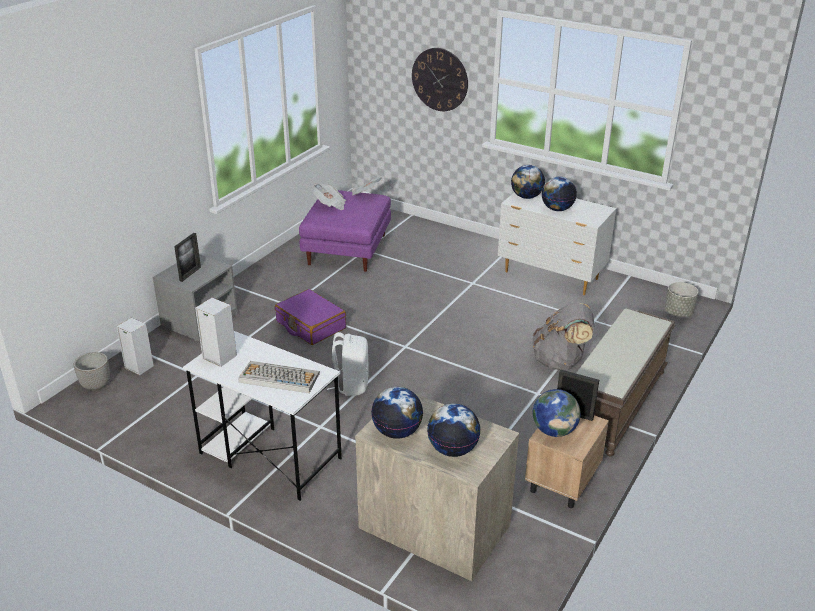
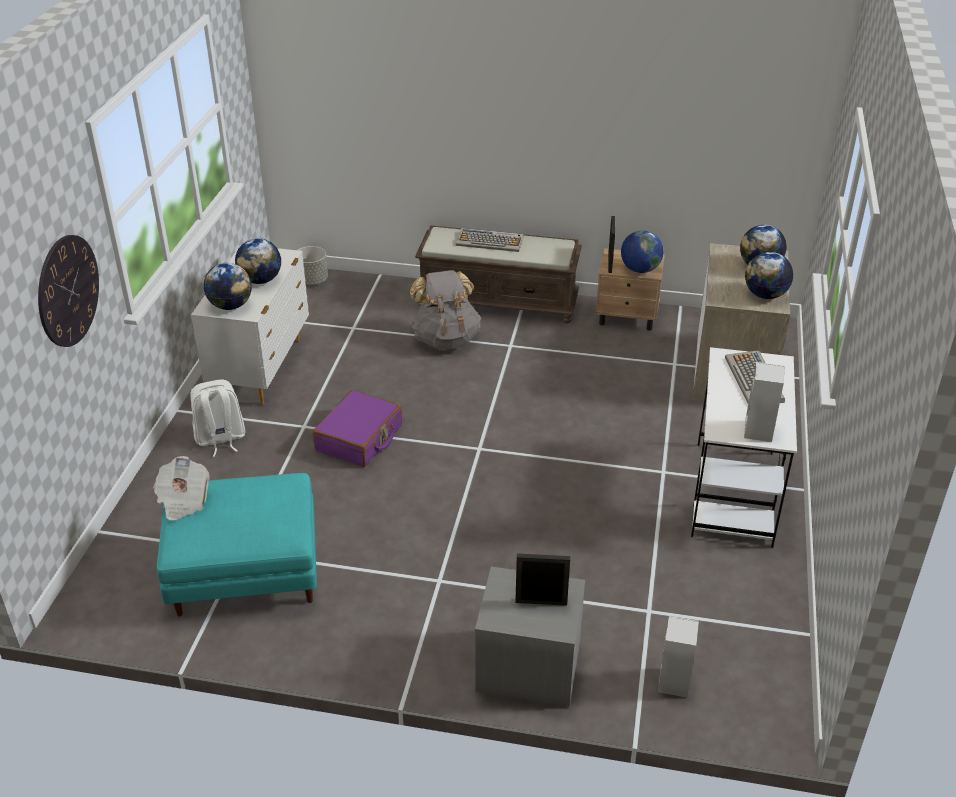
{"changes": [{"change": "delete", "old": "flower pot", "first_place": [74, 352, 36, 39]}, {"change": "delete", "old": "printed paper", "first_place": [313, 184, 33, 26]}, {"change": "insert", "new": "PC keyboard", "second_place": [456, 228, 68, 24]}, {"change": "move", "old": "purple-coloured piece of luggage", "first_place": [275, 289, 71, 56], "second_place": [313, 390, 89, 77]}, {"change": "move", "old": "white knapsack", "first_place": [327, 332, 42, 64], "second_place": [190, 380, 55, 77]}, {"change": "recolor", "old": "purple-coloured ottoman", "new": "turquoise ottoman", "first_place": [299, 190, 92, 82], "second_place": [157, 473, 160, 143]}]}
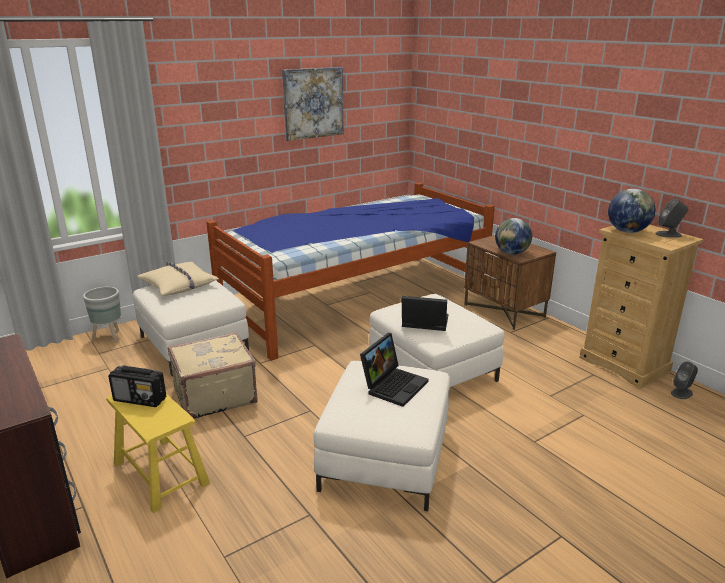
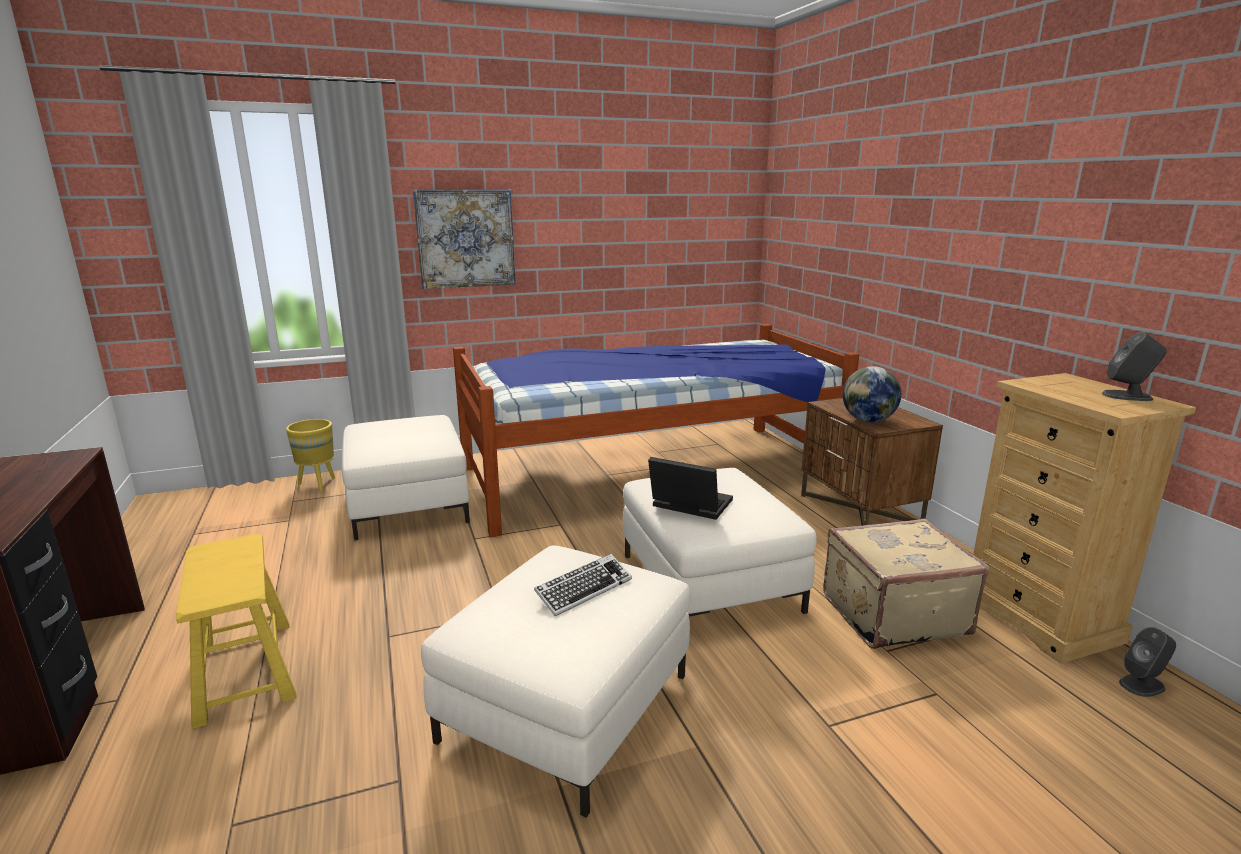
{"changes": [{"change": "delete", "old": "radio set", "first_place": [108, 365, 58, 42]}, {"change": "delete", "old": "beige-coloured throw pillow", "first_place": [137, 262, 82, 34]}, {"change": "delete", "old": "desk globe", "first_place": [608, 189, 47, 44]}, {"change": "move", "old": "beige-coloured piece of luggage", "first_place": [168, 332, 90, 87], "second_place": [823, 519, 166, 130]}, {"change": "move", "old": "picture", "first_place": [282, 67, 61, 74], "second_place": [413, 190, 102, 99]}, {"change": "replace", "old": "portable computer", "new": "PC keyboard", "first_place": [360, 333, 69, 74], "second_place": [534, 554, 98, 62]}, {"change": "recolor", "old": "greyish flower pot", "new": "yellow-coloured flower pot", "first_place": [83, 287, 38, 56], "second_place": [286, 419, 49, 72]}]}
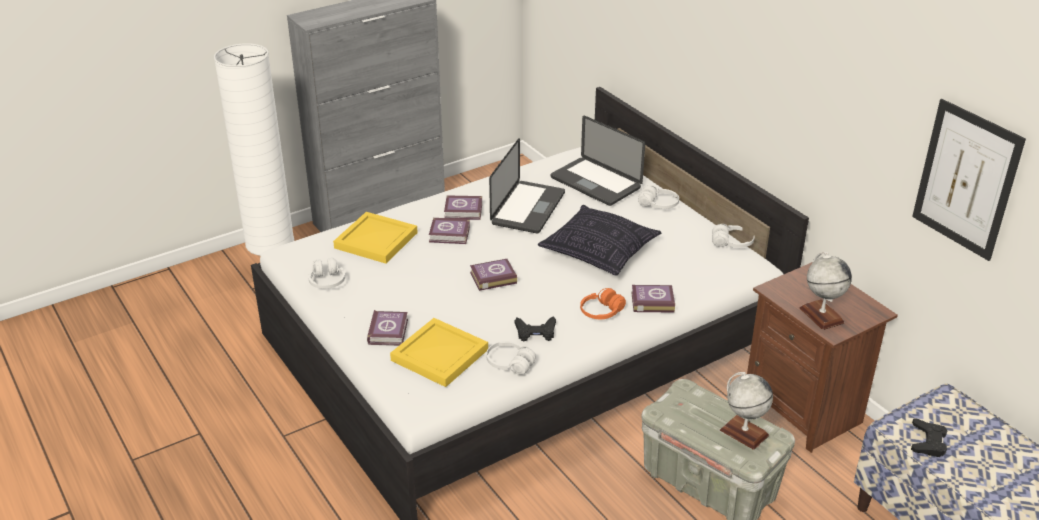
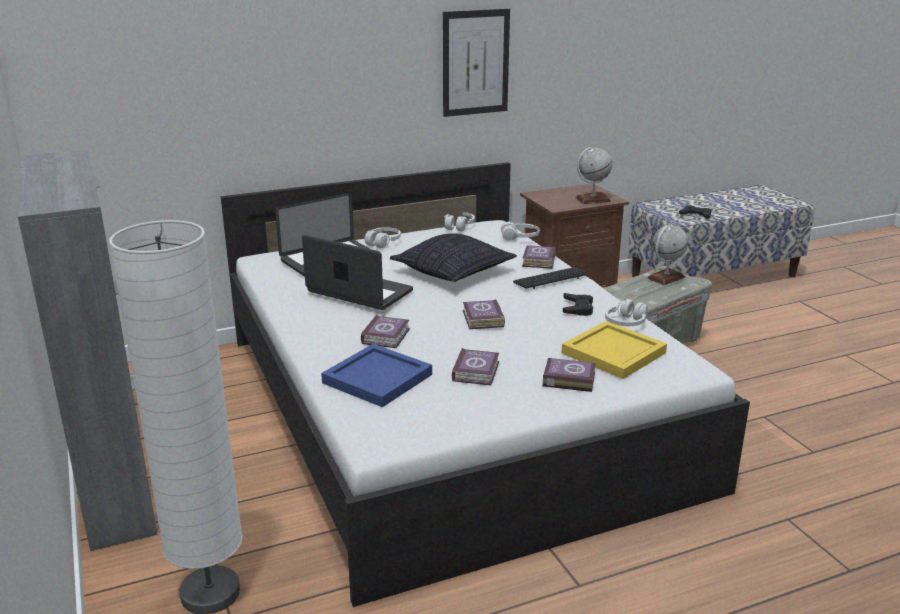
{"changes": [{"change": "move", "old": "white headset", "first_place": [308, 258, 37, 31], "second_place": [501, 221, 39, 20]}, {"change": "move", "old": "bound book", "first_place": [444, 195, 38, 25], "second_place": [452, 348, 47, 37]}, {"change": "move", "old": "picture", "first_place": [912, 99, 114, 162], "second_place": [443, 9, 67, 108]}, {"change": "replace", "old": "orange headset", "new": "PC keyboard", "first_place": [580, 288, 46, 31], "second_place": [513, 267, 75, 22]}, {"change": "recolor", "old": "yellow-coloured serving tray", "new": "blue-coloured serving tray", "first_place": [333, 212, 85, 52], "second_place": [321, 344, 111, 63]}]}
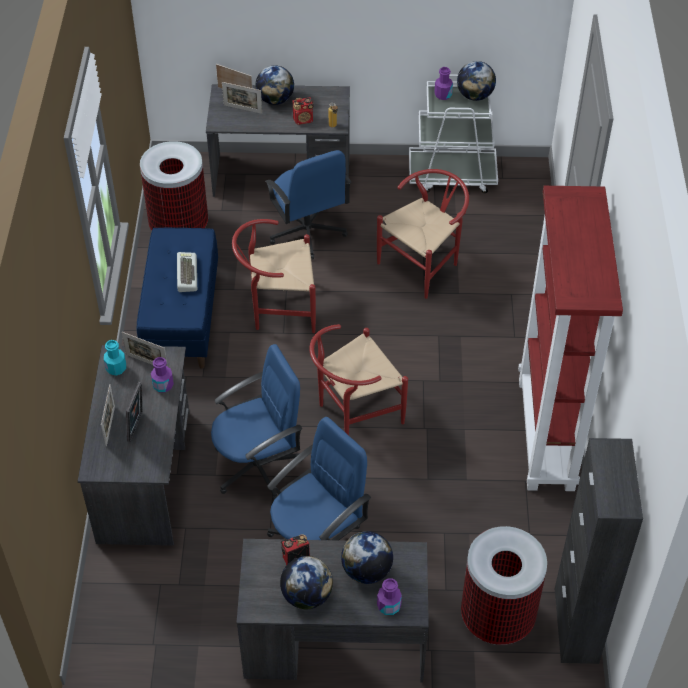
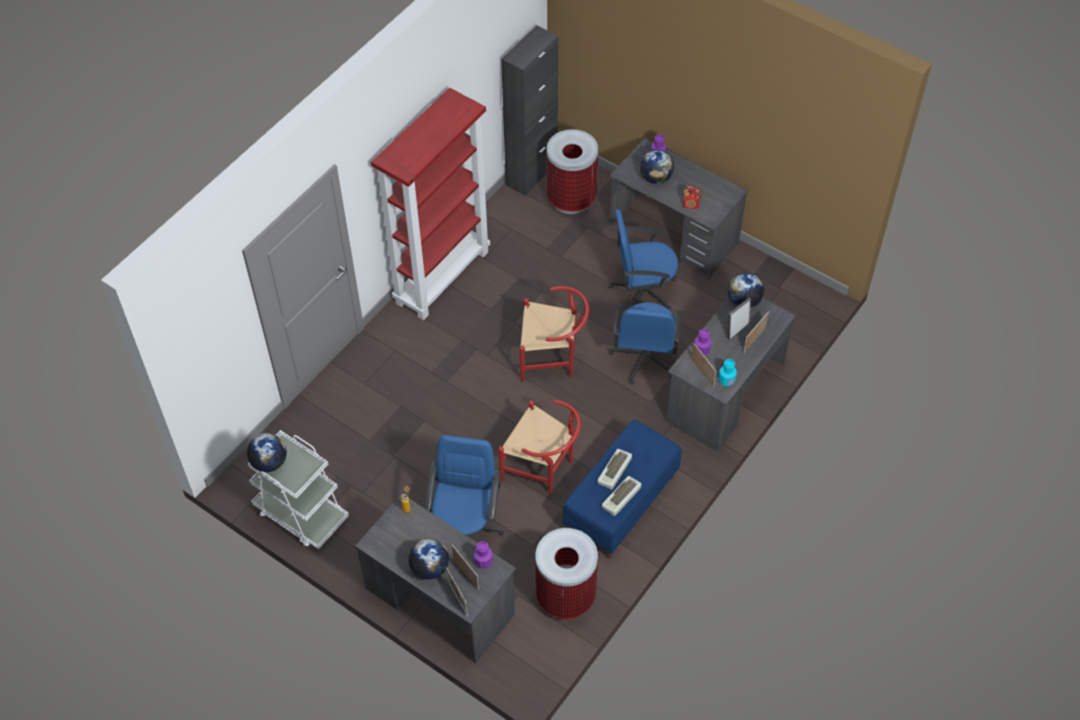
{"changes": [{"change": "delete", "old": "radio set", "first_place": [293, 97, 21, 28]}, {"change": "delete", "old": "reddish chair", "first_place": [377, 169, 92, 130]}, {"change": "insert", "new": "PC keyboard", "second_place": [602, 476, 39, 40]}, {"change": "move", "old": "desk globe", "first_place": [280, 556, 53, 53], "second_place": [728, 272, 36, 36]}, {"change": "move", "old": "purple-coloured drink bottle", "first_place": [434, 67, 19, 33], "second_place": [474, 541, 19, 28]}, {"change": "rotate", "old": "blue-coloured computer chair", "first_place": [211, 344, 92, 156], "second_place": [609, 302, 73, 82], "degrees": -90}]}
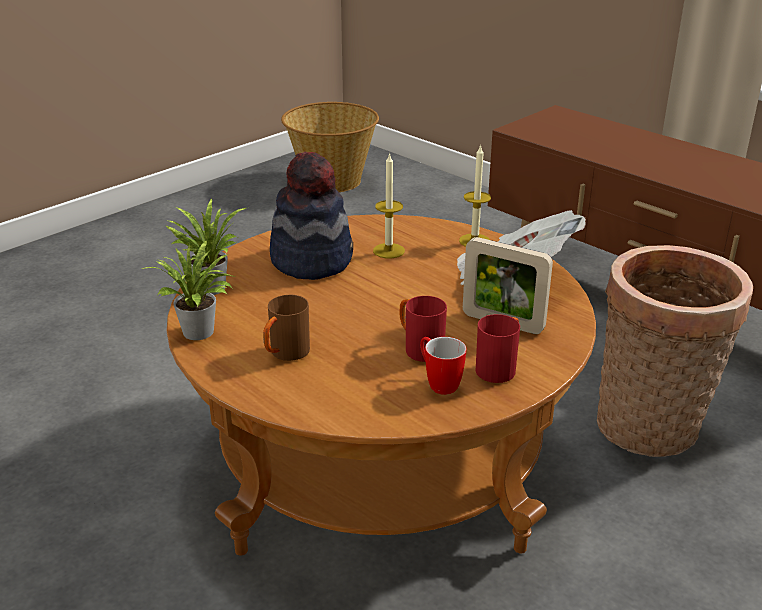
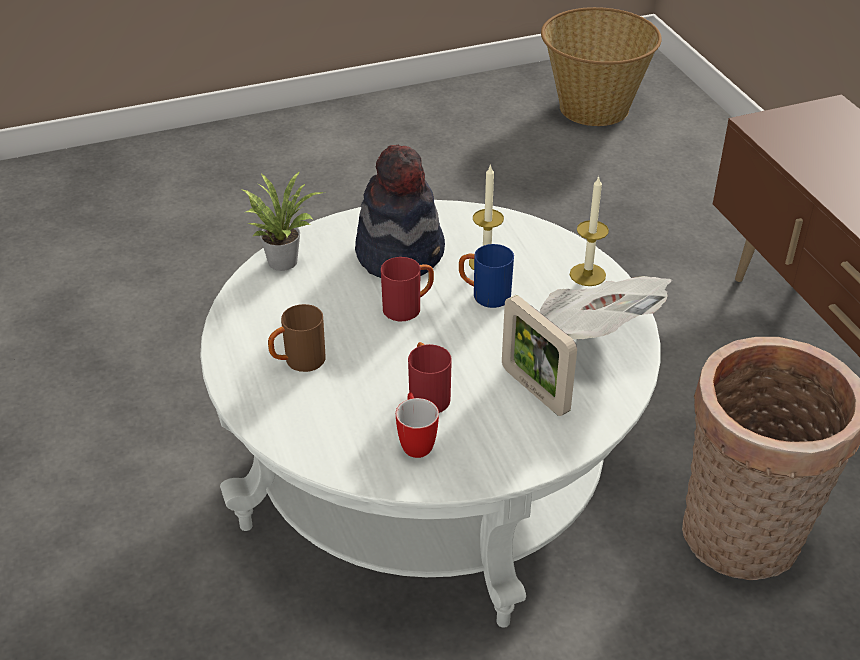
{"changes": [{"change": "delete", "old": "potted plant", "first_place": [142, 240, 94, 100]}, {"change": "insert", "new": "blue-coloured mug", "second_place": [459, 244, 55, 64]}, {"change": "move", "old": "reddish mug", "first_place": [476, 314, 44, 69], "second_place": [381, 257, 53, 64]}, {"change": "recolor", "old": "brownish coffee table", "new": "white coffee table", "first_place": [167, 214, 429, 342], "second_place": [200, 200, 460, 428]}]}
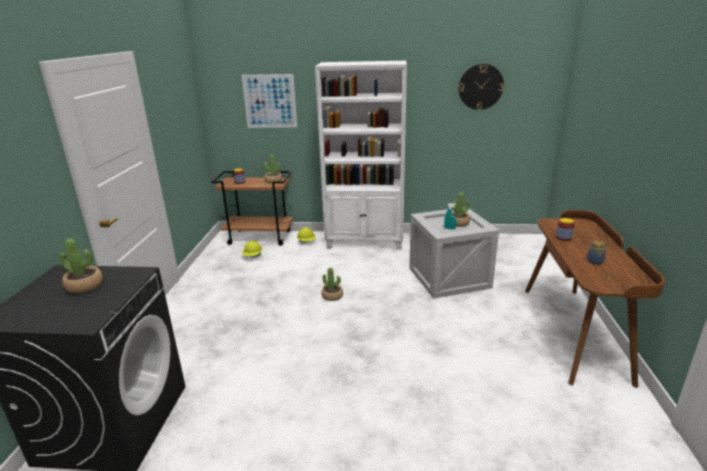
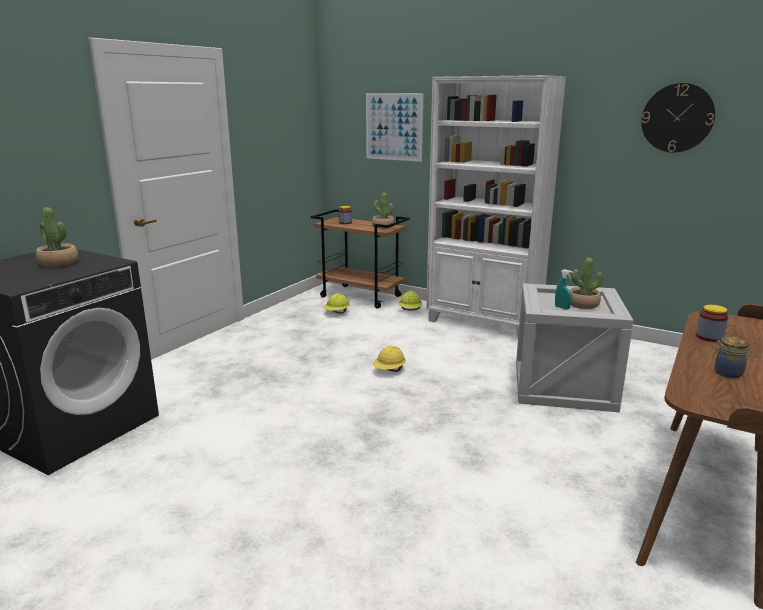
{"changes": [{"change": "replace", "old": "potted plant", "new": "yellow-coloured work helmet", "first_place": [321, 267, 22, 34], "second_place": [373, 346, 33, 26]}]}
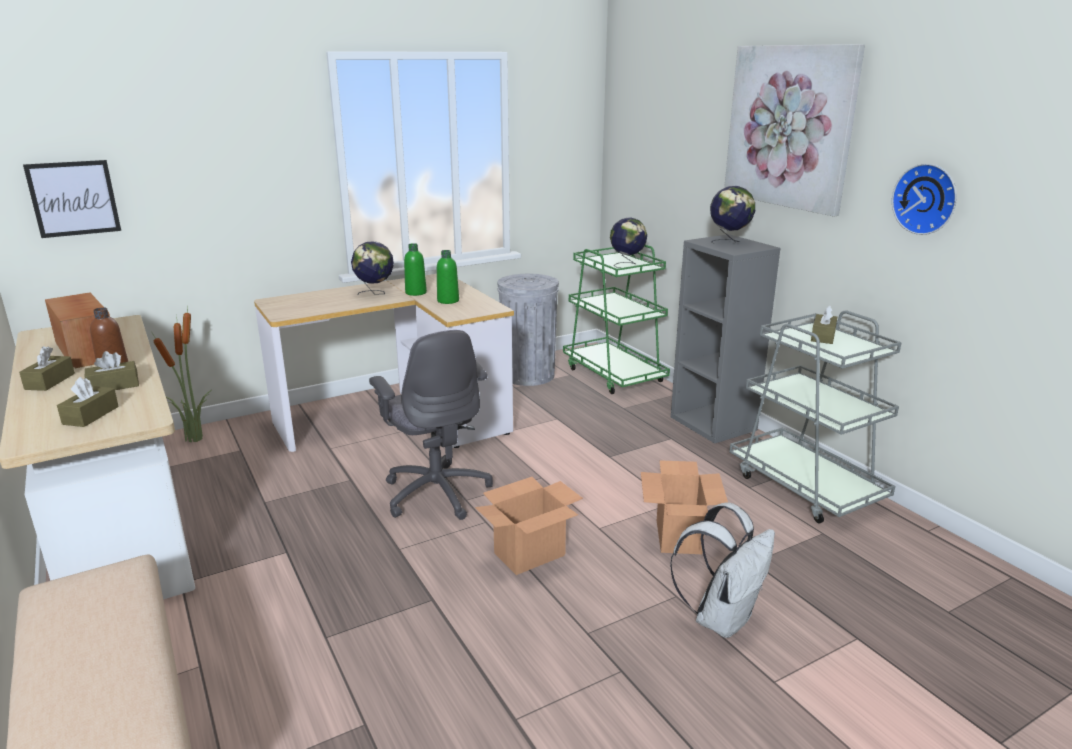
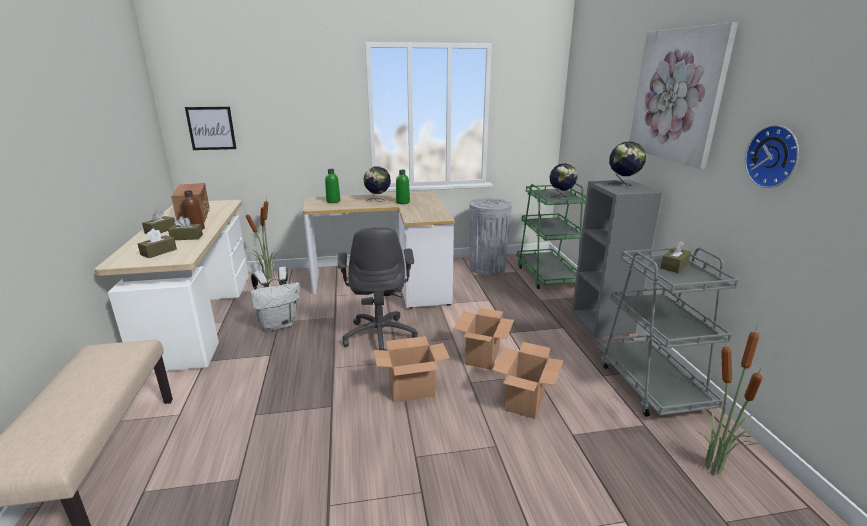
{"changes": [{"change": "insert", "new": "packing box", "second_place": [453, 308, 61, 62]}, {"change": "insert", "new": "potted plant", "second_place": [697, 324, 66, 152]}, {"change": "move", "old": "green-coloured drink bottle", "first_place": [437, 250, 22, 54], "second_place": [325, 169, 15, 34]}, {"change": "move", "old": "white knapsack", "first_place": [670, 502, 105, 136], "second_place": [250, 267, 50, 64]}]}
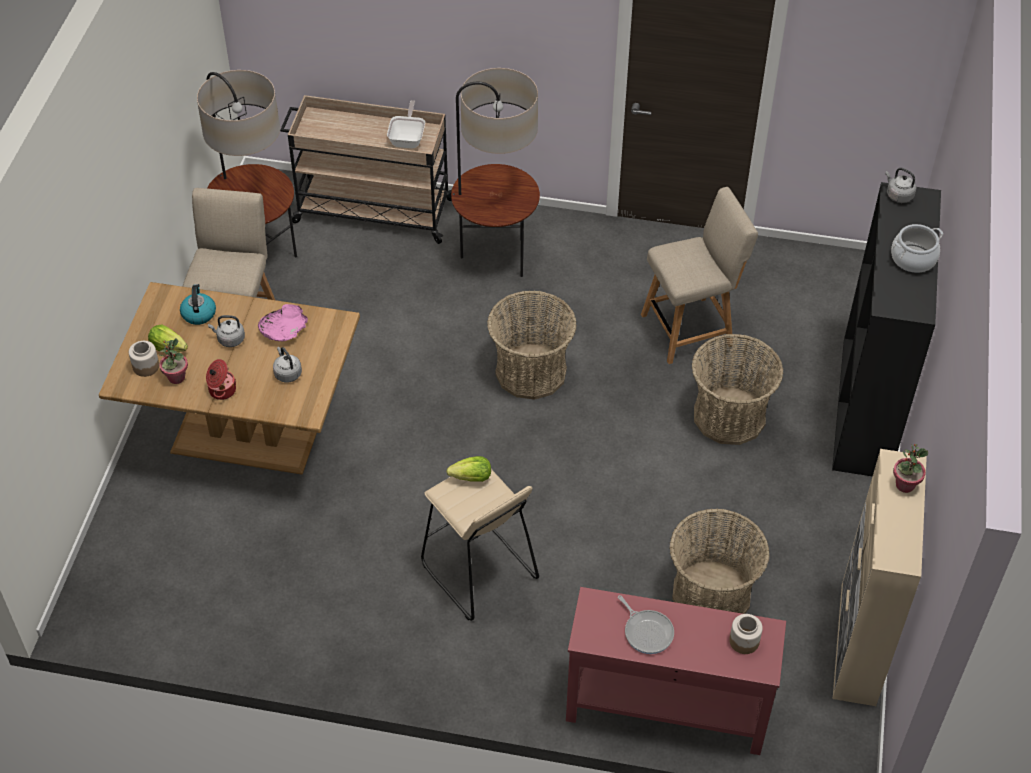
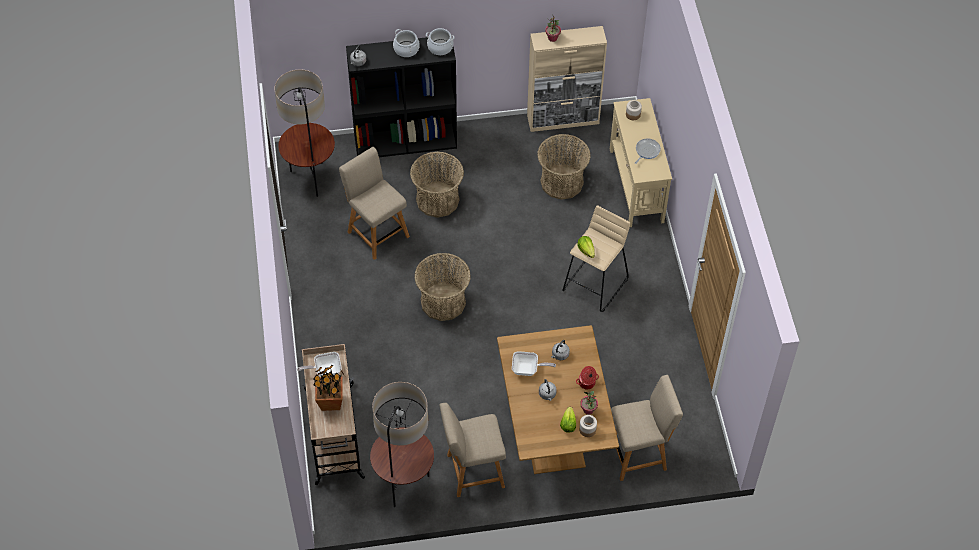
{"changes": [{"change": "delete", "old": "kettle", "first_place": [180, 284, 36, 41]}, {"change": "insert", "new": "potted plant", "second_place": [313, 365, 32, 46]}, {"change": "insert", "new": "saucepot", "second_place": [426, 28, 29, 27]}, {"change": "insert", "new": "beige-coloured chair", "second_place": [611, 375, 72, 106]}, {"change": "move", "old": "standard lamp", "first_place": [451, 68, 89, 209], "second_place": [275, 69, 60, 128]}, {"change": "replace", "old": "pinkish serving bowl", "new": "frying pan", "first_place": [258, 304, 50, 38], "second_place": [512, 351, 44, 25]}, {"change": "recolor", "old": "reddish console table", "new": "beige-coloured console table", "first_place": [566, 587, 220, 168], "second_place": [610, 98, 62, 129]}]}
